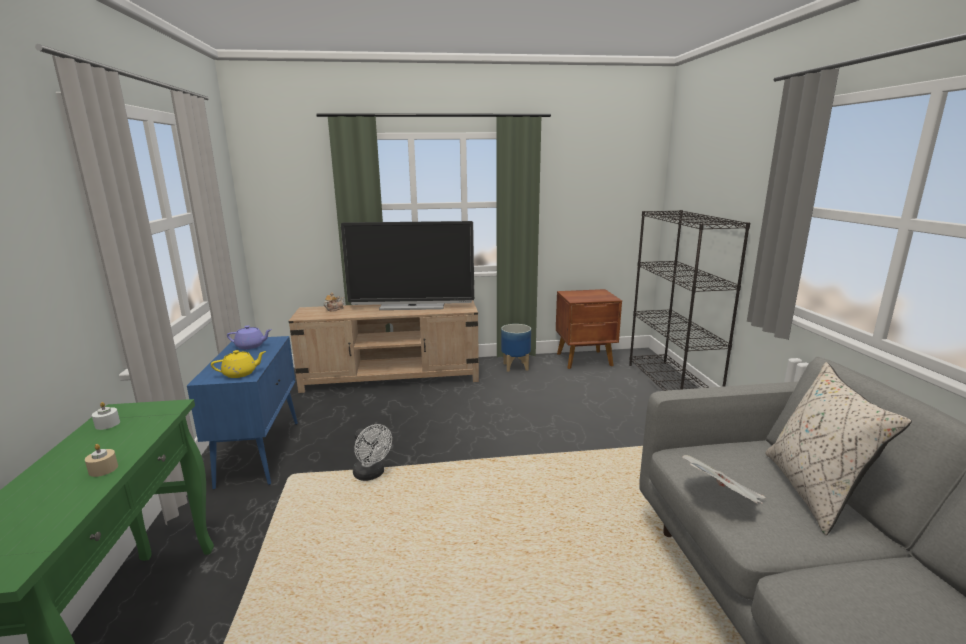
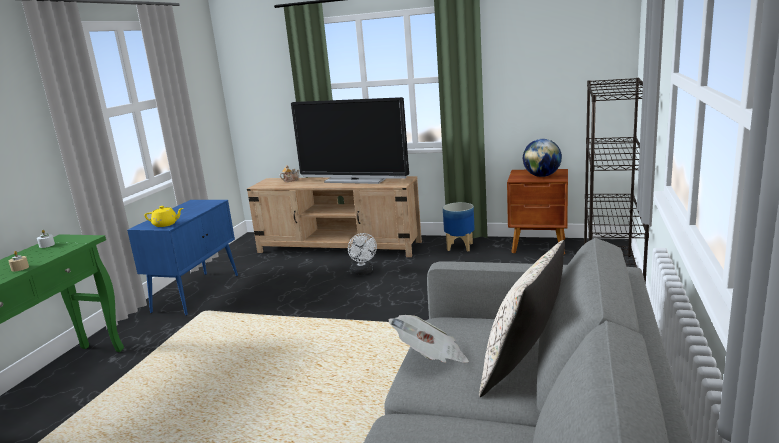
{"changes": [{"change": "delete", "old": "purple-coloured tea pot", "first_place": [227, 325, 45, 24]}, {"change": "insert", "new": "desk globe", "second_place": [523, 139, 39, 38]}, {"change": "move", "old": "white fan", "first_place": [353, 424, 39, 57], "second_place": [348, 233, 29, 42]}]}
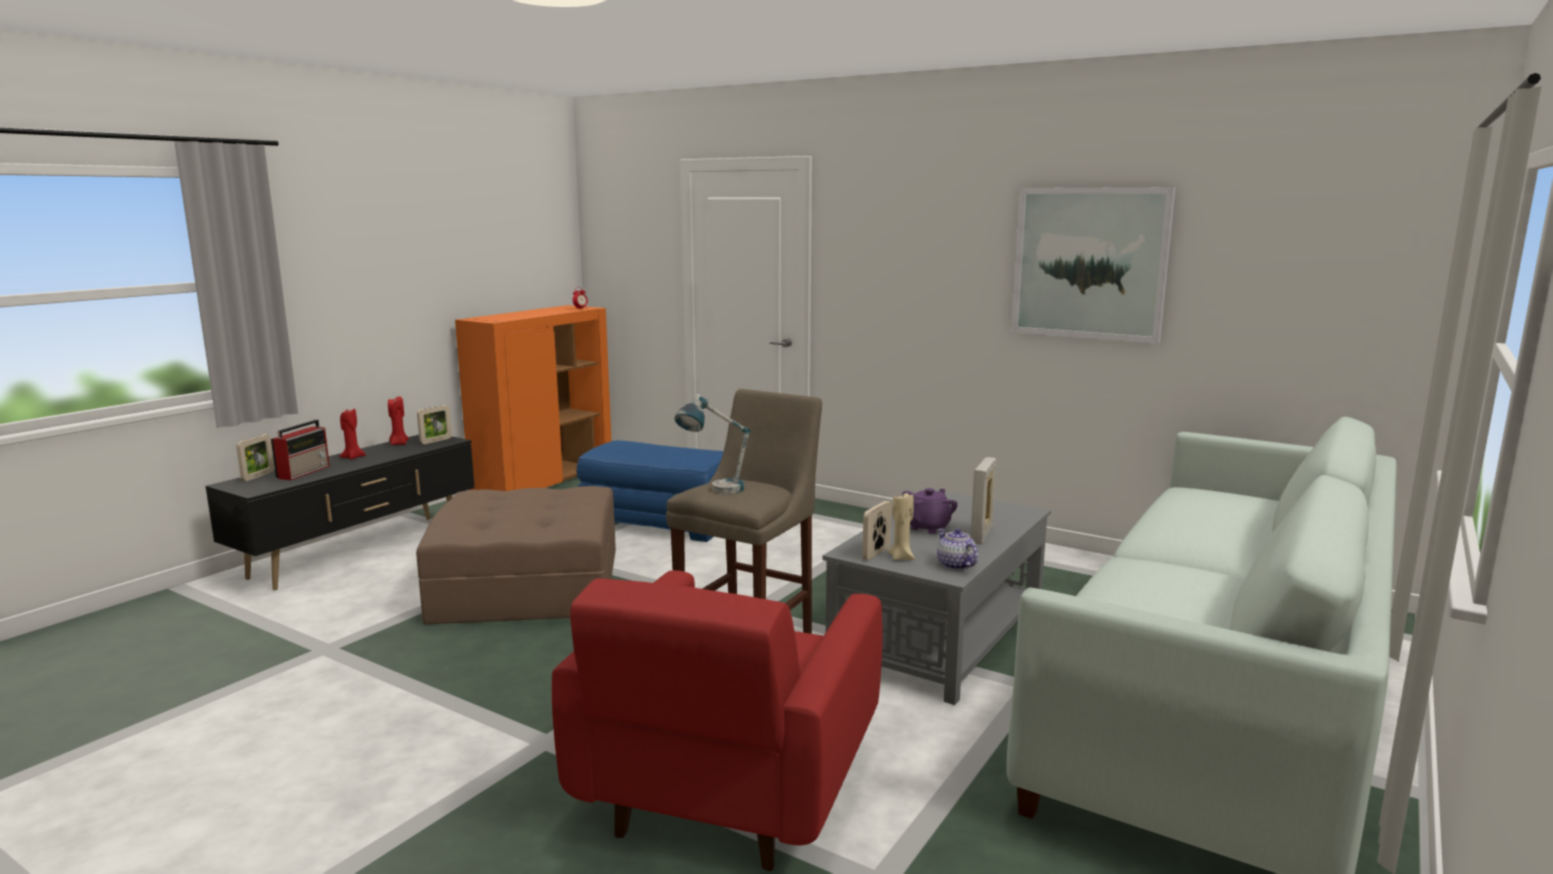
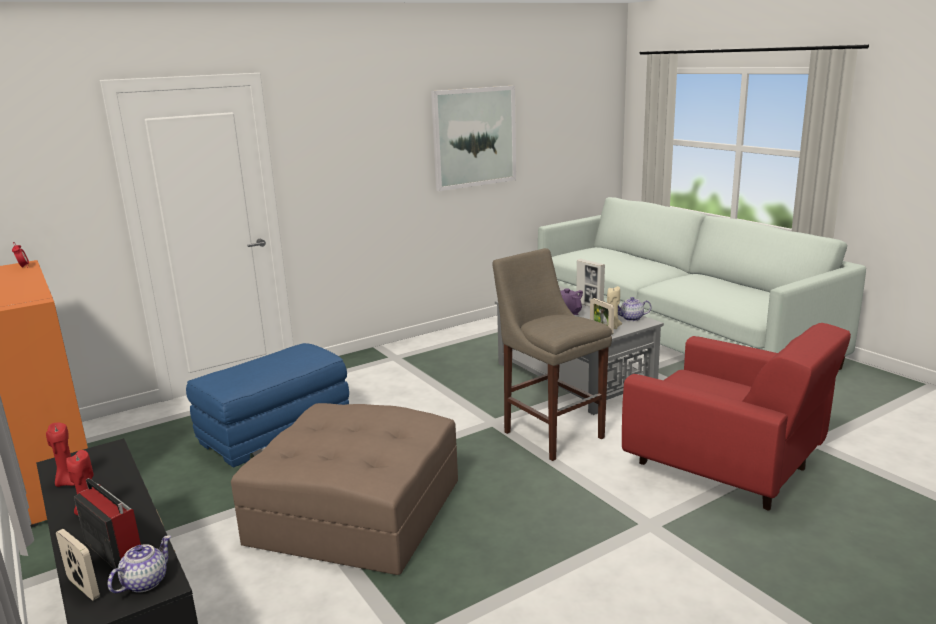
{"changes": [{"change": "delete", "old": "photo frame", "first_place": [417, 405, 35, 39]}, {"change": "delete", "old": "table lamp", "first_place": [675, 394, 76, 100]}, {"change": "insert", "new": "tea pot", "second_place": [108, 535, 63, 58]}]}
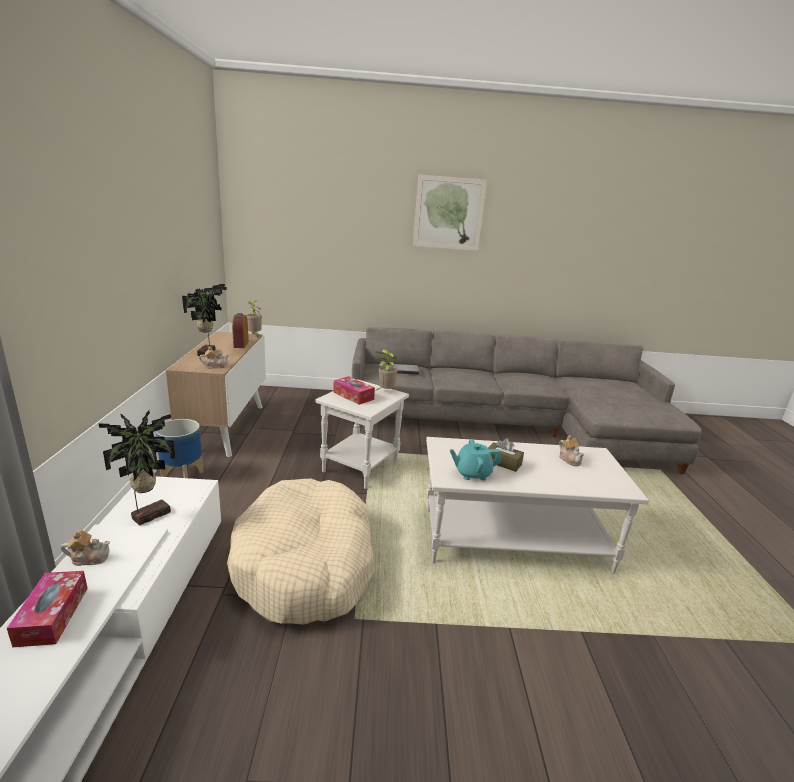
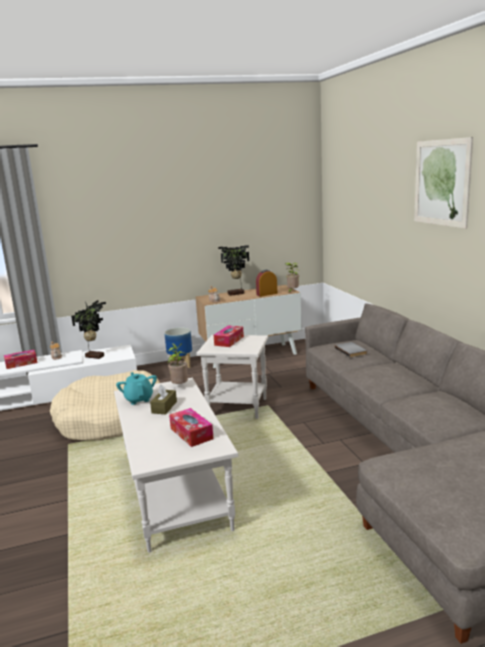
{"changes": [{"change": "move", "old": "potted plant", "first_place": [376, 349, 22, 41], "second_place": [168, 343, 20, 41]}, {"change": "replace", "old": "tea pot", "new": "tissue box", "first_place": [559, 435, 25, 31], "second_place": [169, 408, 45, 39]}]}
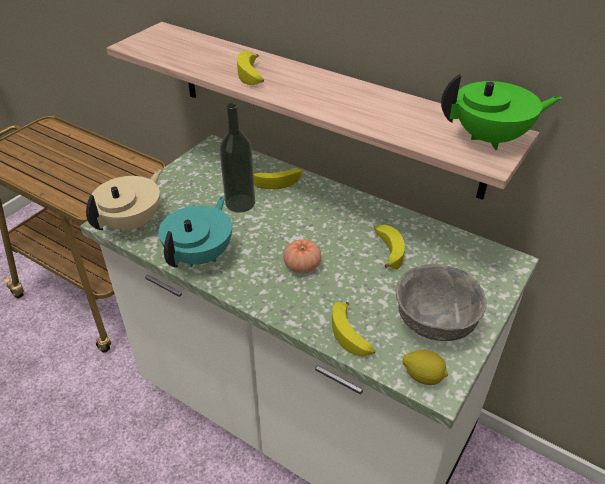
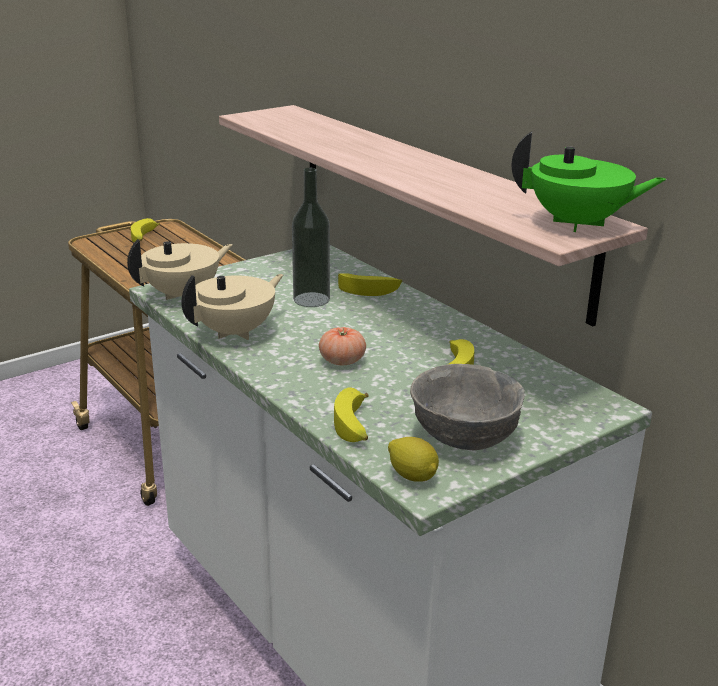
{"changes": [{"change": "move", "old": "banana fruit", "first_place": [237, 51, 27, 34], "second_place": [131, 218, 29, 24]}, {"change": "recolor", "old": "turquoise tea pot", "new": "beige-coloured tea pot", "first_place": [159, 196, 73, 71], "second_place": [181, 274, 103, 66]}]}
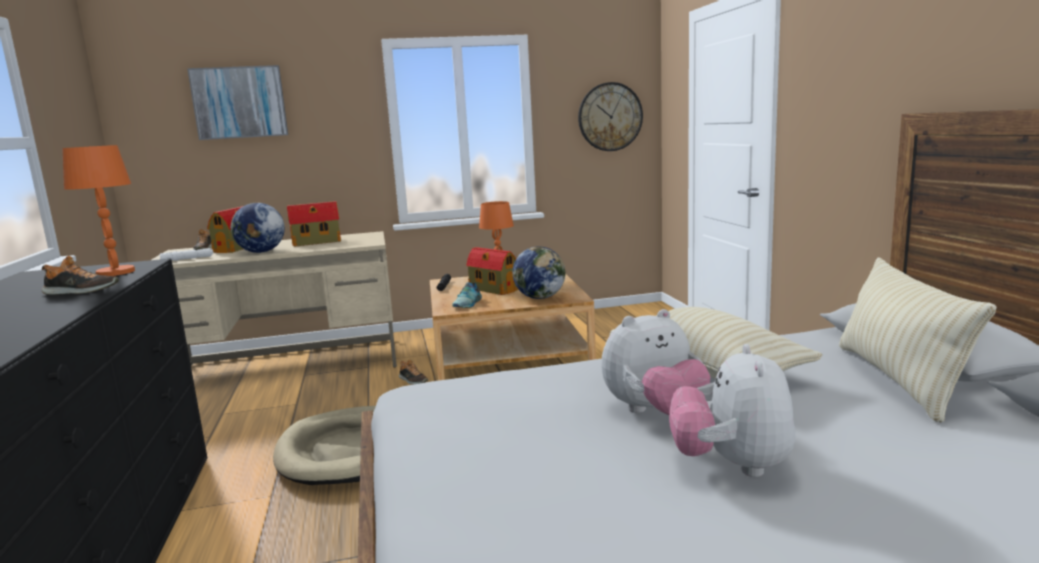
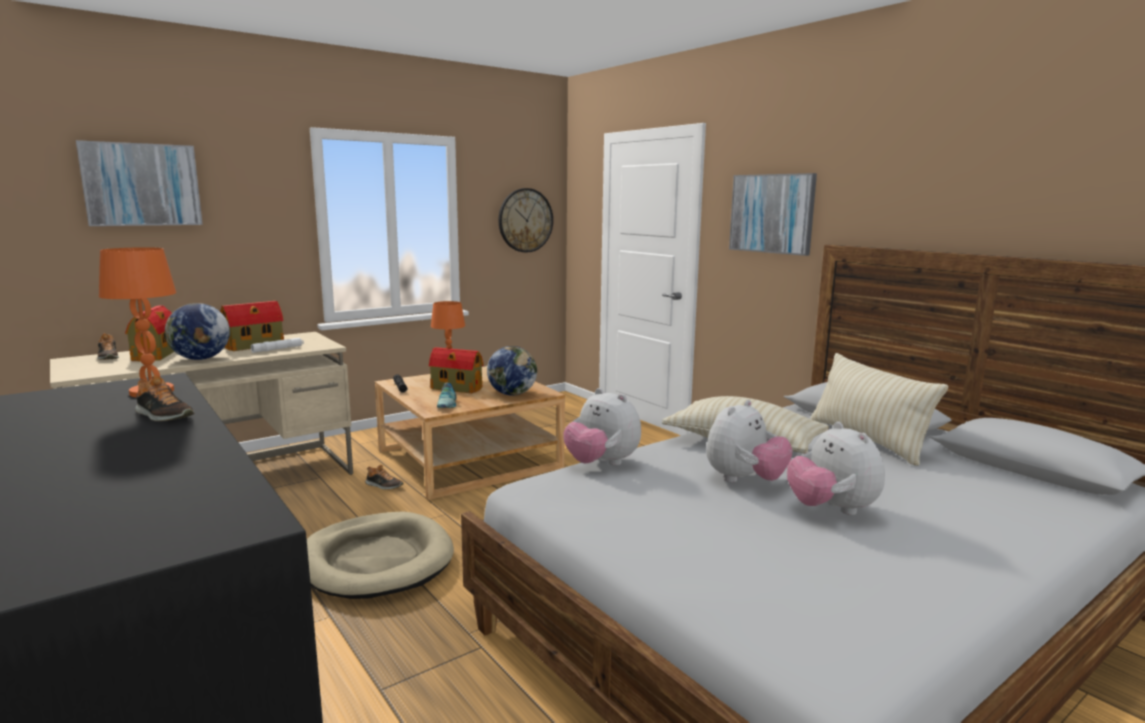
{"changes": [{"change": "insert", "new": "cuddly toy", "second_place": [563, 388, 78, 77]}, {"change": "insert", "new": "picture", "second_place": [729, 173, 88, 83]}, {"change": "move", "old": "white hand torch", "first_place": [160, 248, 53, 13], "second_place": [251, 338, 53, 15]}, {"change": "rotate", "old": "low shoe", "first_place": [42, 256, 77, 39], "second_place": [135, 375, 60, 46], "degrees": 60}]}
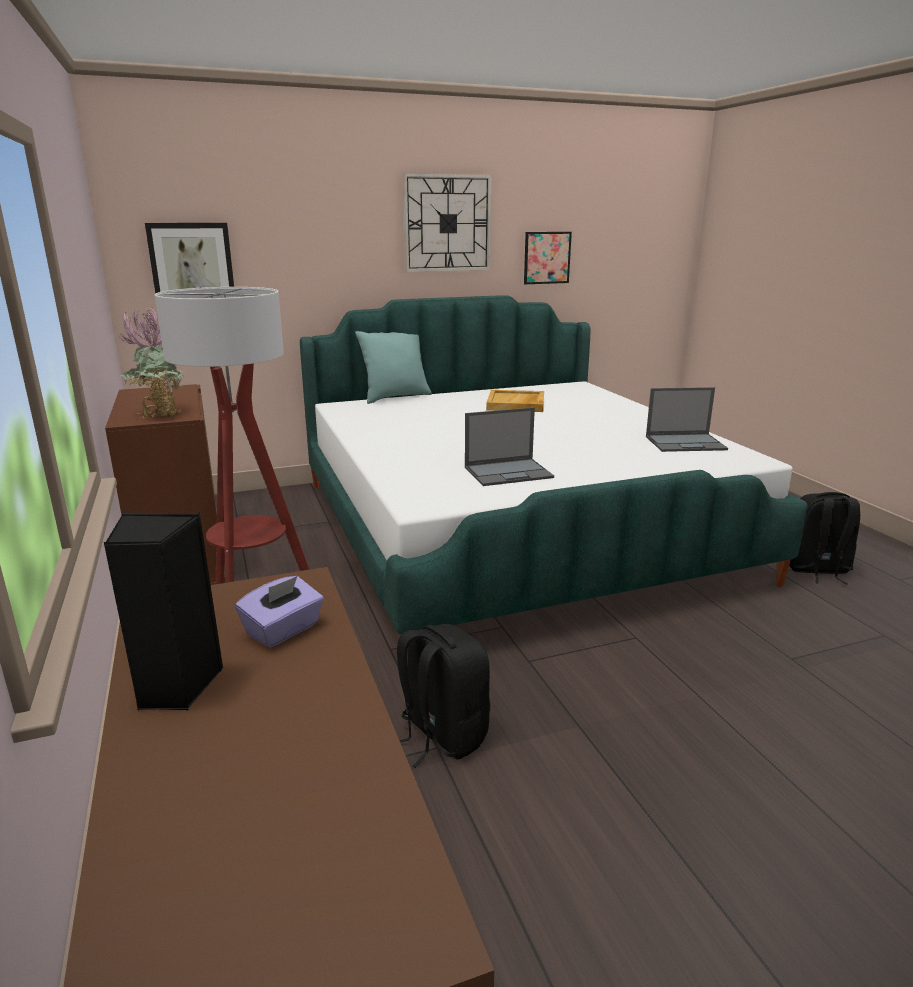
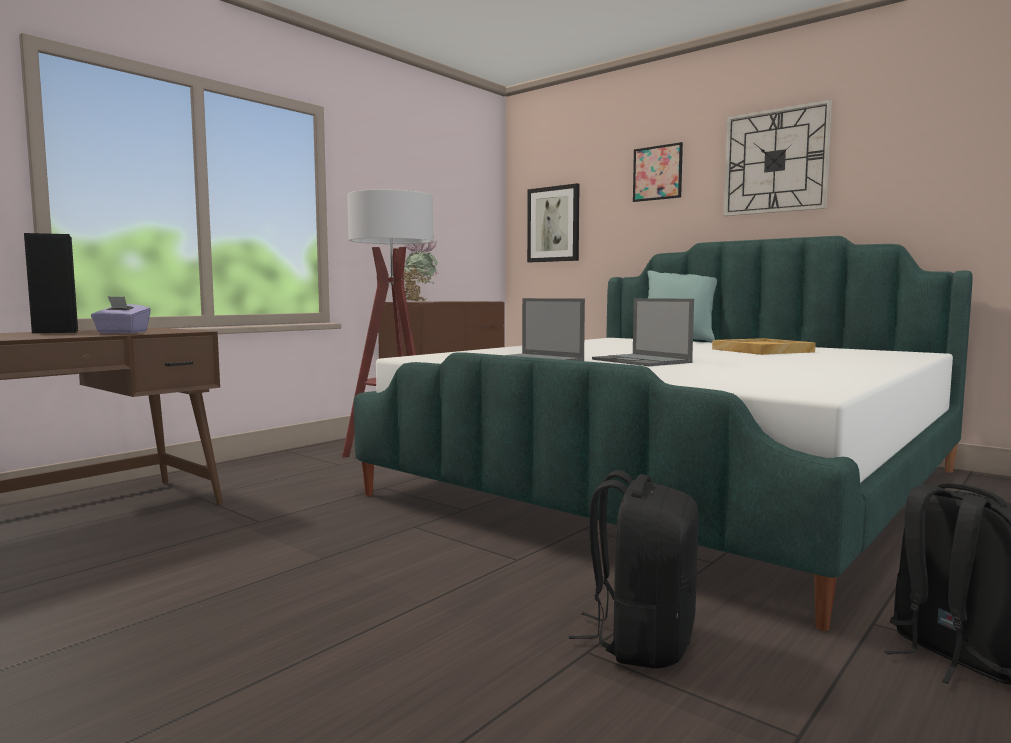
{"changes": [{"change": "move", "old": "blackish knapsack", "first_place": [397, 624, 93, 144], "second_place": [569, 471, 129, 198]}, {"change": "move", "old": "picture", "first_place": [524, 232, 48, 52], "second_place": [633, 142, 50, 60]}, {"change": "move", "old": "portable computer", "first_place": [646, 387, 82, 65], "second_place": [592, 298, 102, 68]}]}
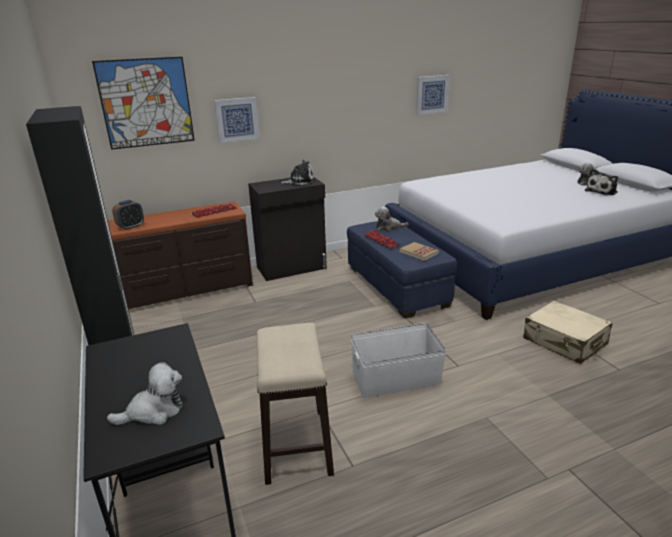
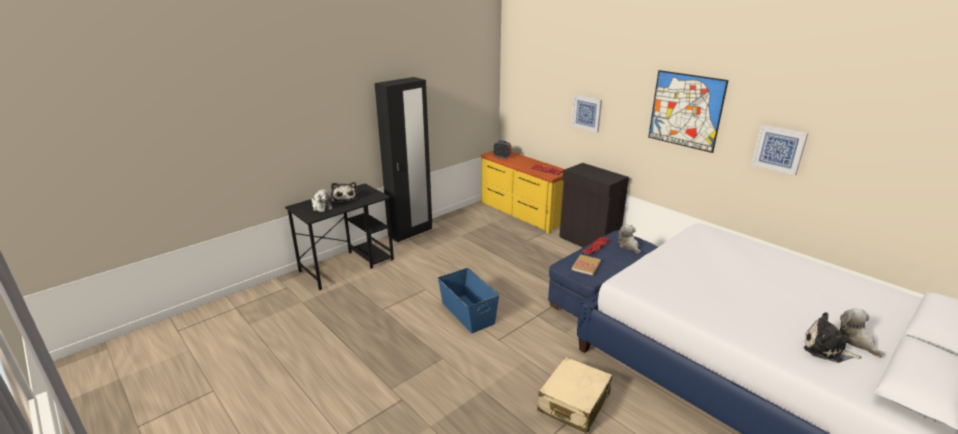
{"changes": [{"change": "delete", "old": "stool seat", "first_place": [257, 323, 77, 162]}, {"change": "move", "old": "picture", "first_place": [92, 57, 103, 93], "second_place": [648, 70, 81, 83]}, {"change": "move", "old": "cuddly toy", "first_place": [281, 160, 33, 25], "second_place": [331, 182, 26, 21]}, {"change": "recolor", "old": "brownish drawer chest", "new": "yellow-coloured drawer chest", "first_place": [108, 201, 145, 108], "second_place": [481, 151, 84, 83]}, {"change": "recolor", "old": "white storage container", "new": "blue-coloured storage container", "first_place": [351, 323, 95, 75], "second_place": [438, 268, 61, 65]}]}
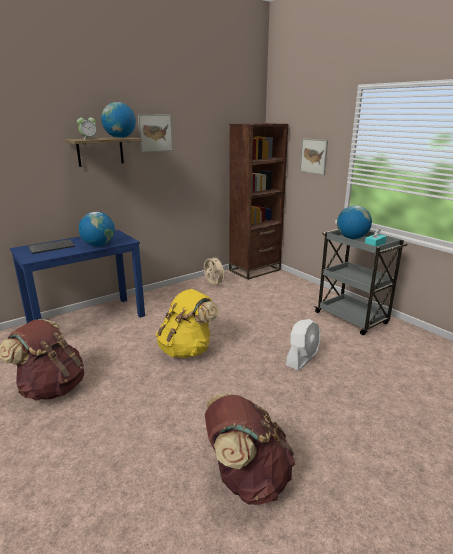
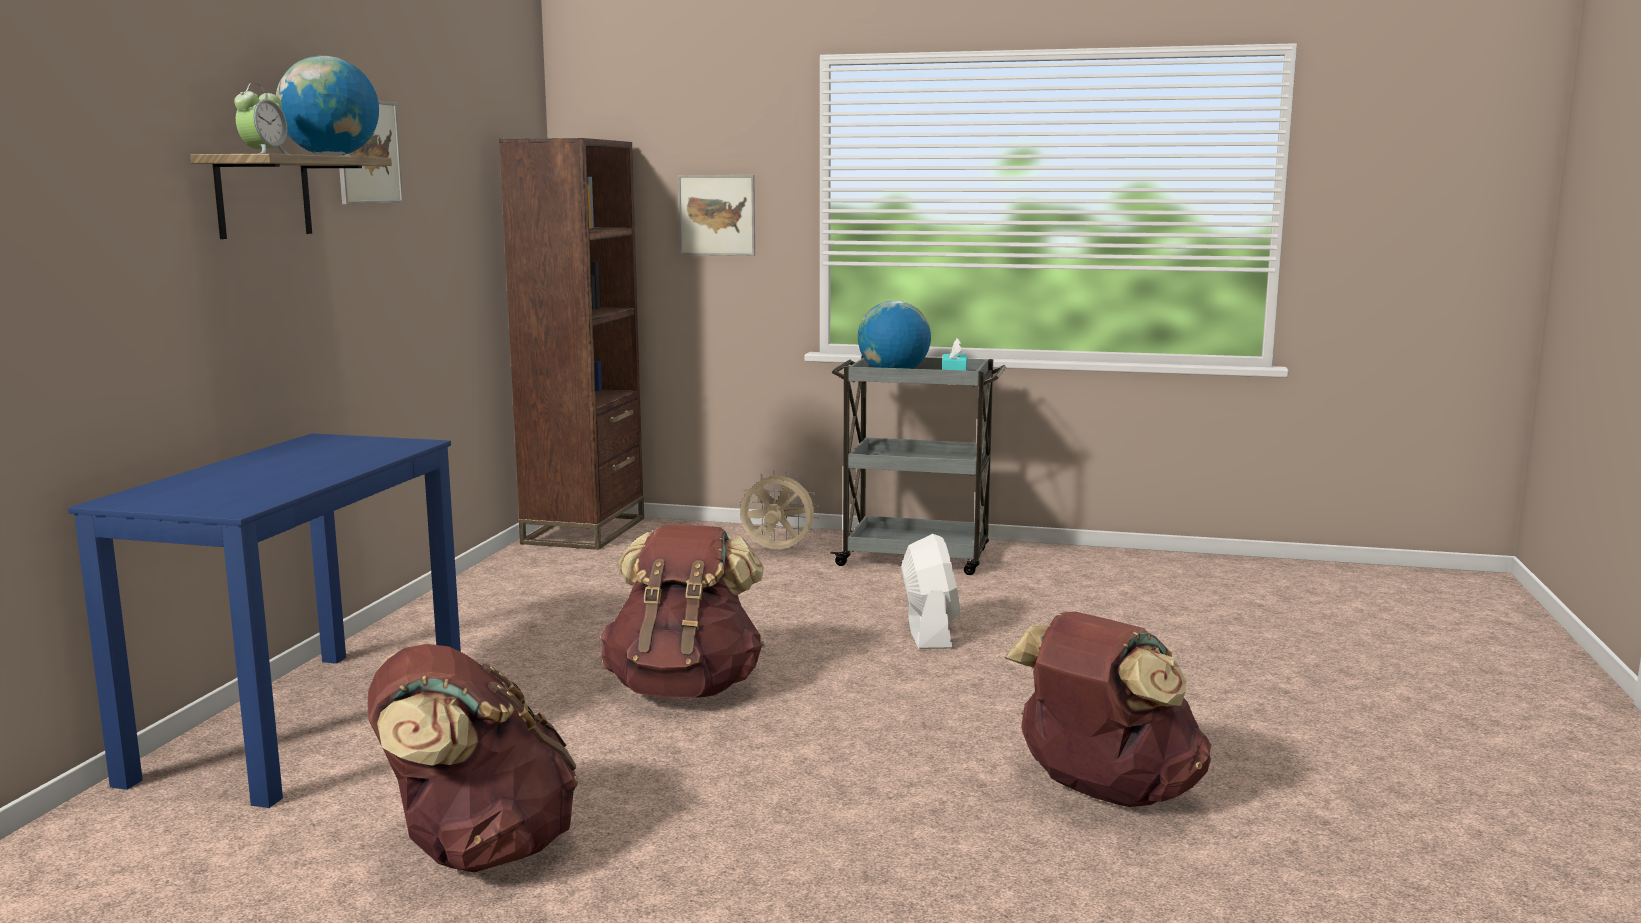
{"changes": [{"change": "delete", "old": "PC keyboard", "first_place": [28, 239, 47, 15]}, {"change": "delete", "old": "desk globe", "first_place": [79, 212, 36, 34]}, {"change": "move", "old": "beige-coloured fan", "first_place": [204, 255, 21, 30], "second_place": [740, 470, 79, 80]}, {"change": "recolor", "old": "yellow-coloured knapsack", "new": "brownish knapsack", "first_place": [156, 289, 63, 69], "second_place": [601, 525, 163, 173]}]}
